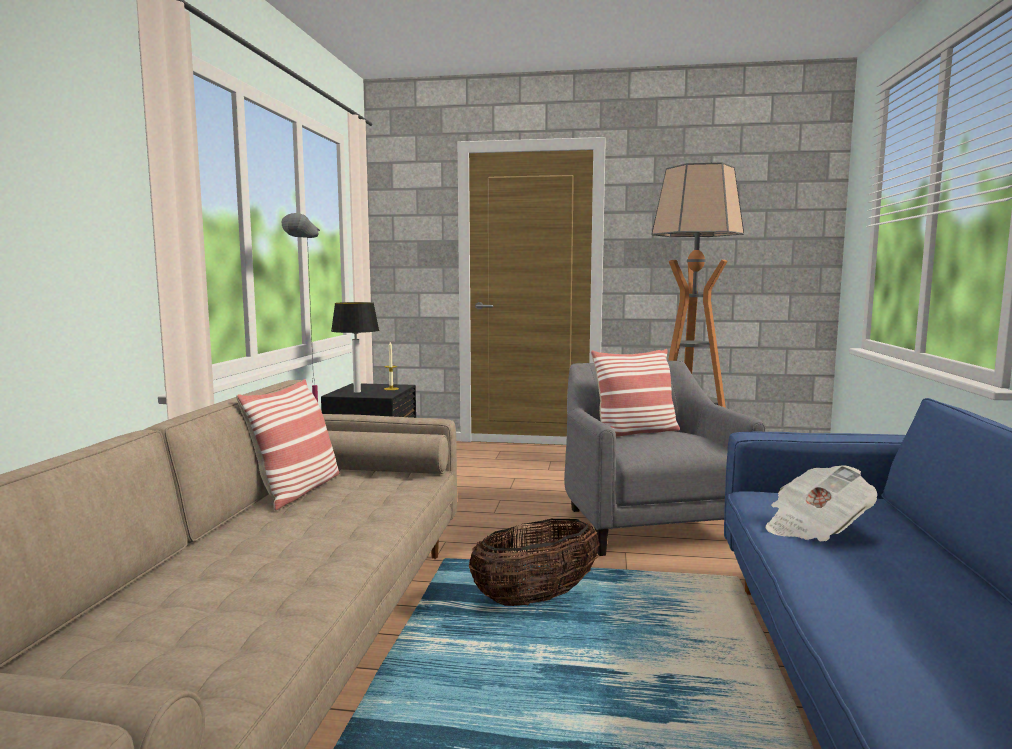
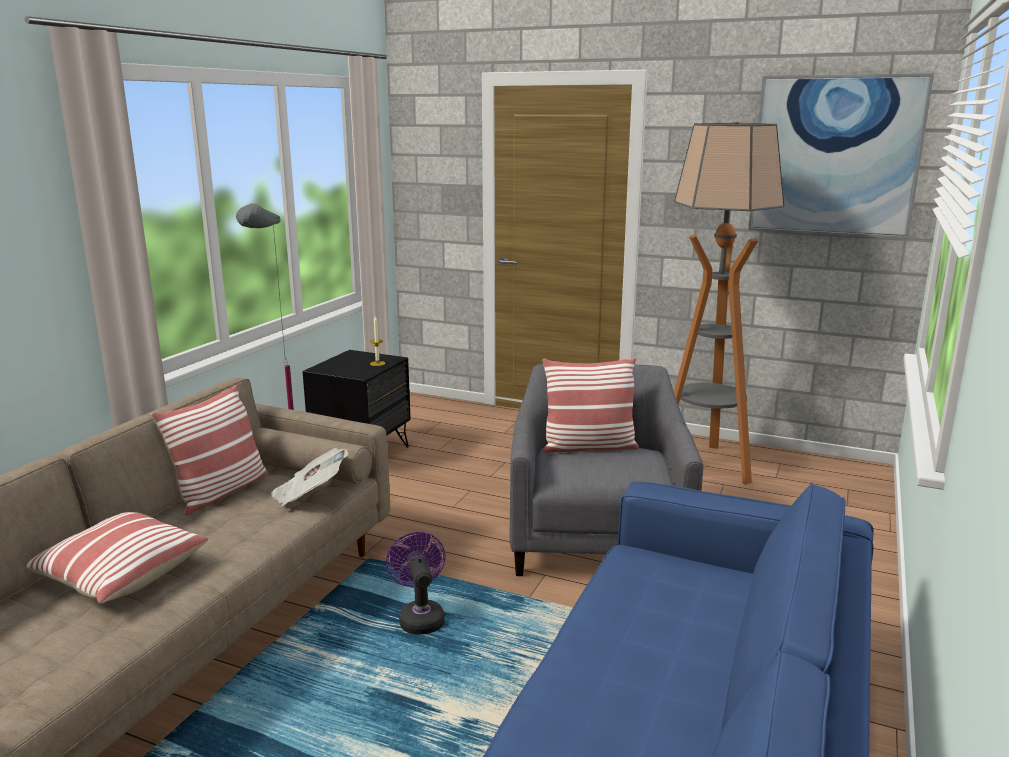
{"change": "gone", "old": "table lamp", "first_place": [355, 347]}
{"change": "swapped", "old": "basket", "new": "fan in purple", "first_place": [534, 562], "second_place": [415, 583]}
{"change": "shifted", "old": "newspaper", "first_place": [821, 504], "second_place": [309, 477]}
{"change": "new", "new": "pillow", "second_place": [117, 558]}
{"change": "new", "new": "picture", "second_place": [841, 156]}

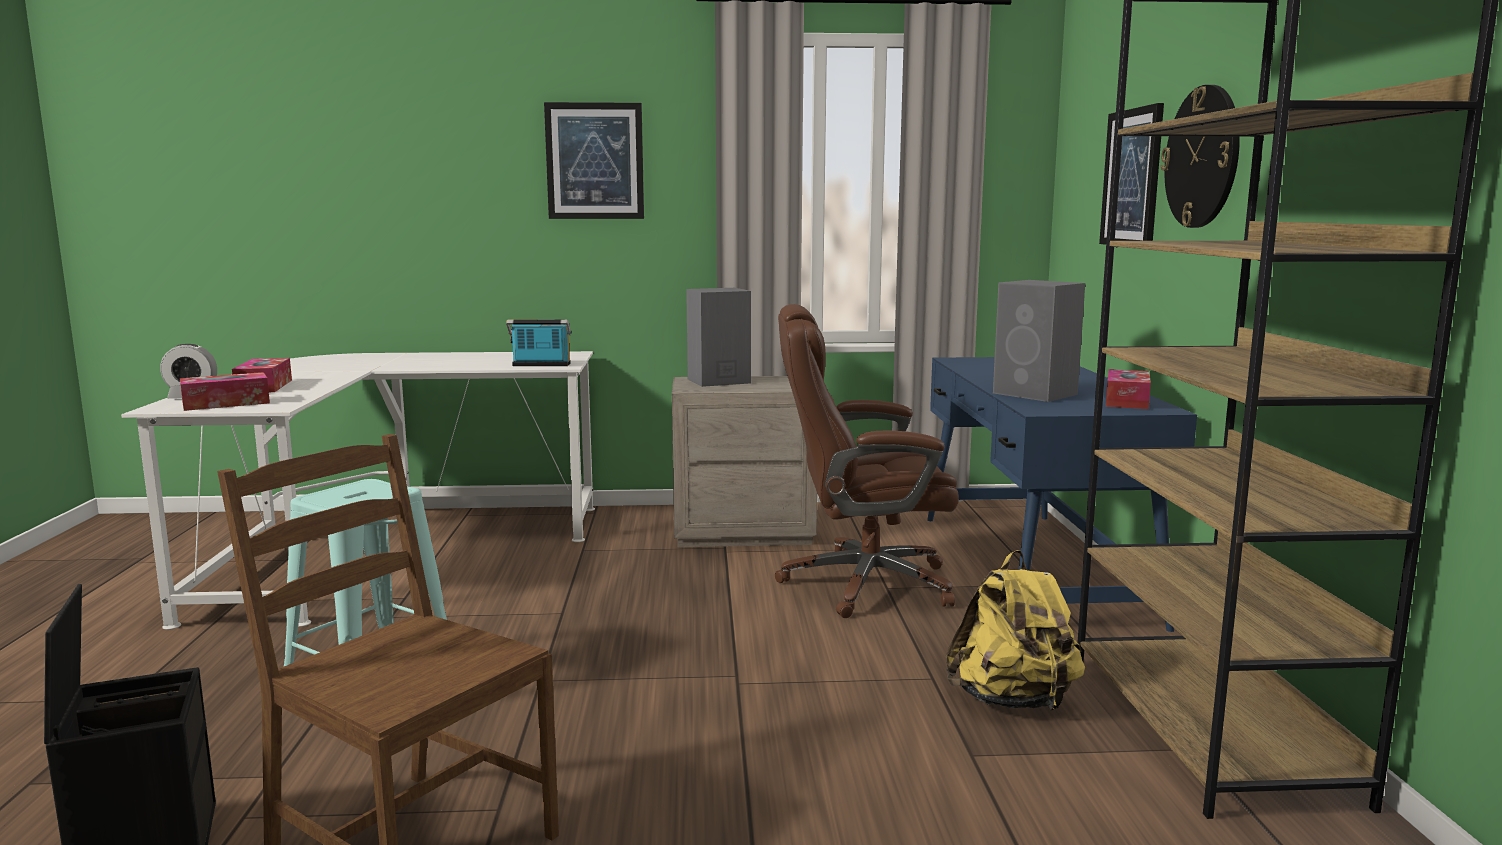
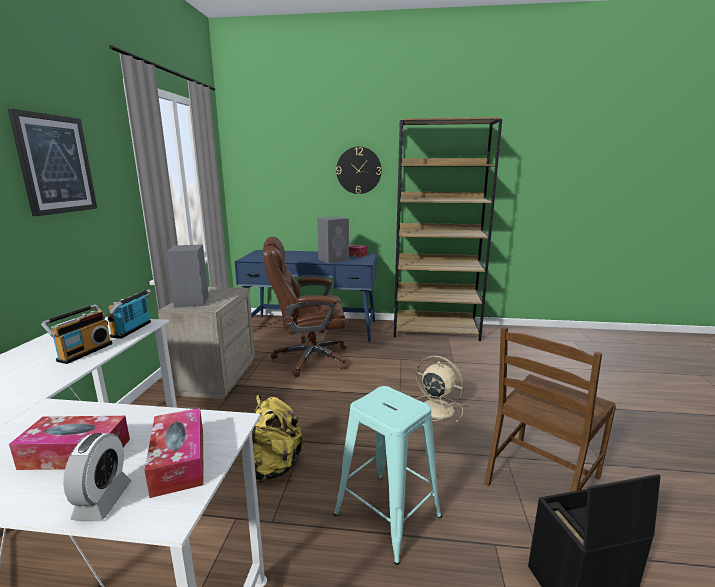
{"change": "rotated", "old": "office chair in brown", "first_place": [867, 461], "second_place": [305, 306], "degrees": 75}
{"change": "shifted", "old": "backpack in yellow", "first_place": [1015, 630], "second_place": [278, 439]}
{"change": "gone", "old": "picture", "first_place": [1131, 174]}
{"change": "new", "new": "radio", "second_place": [76, 334]}
{"change": "new", "new": "fan in beige", "second_place": [440, 389]}

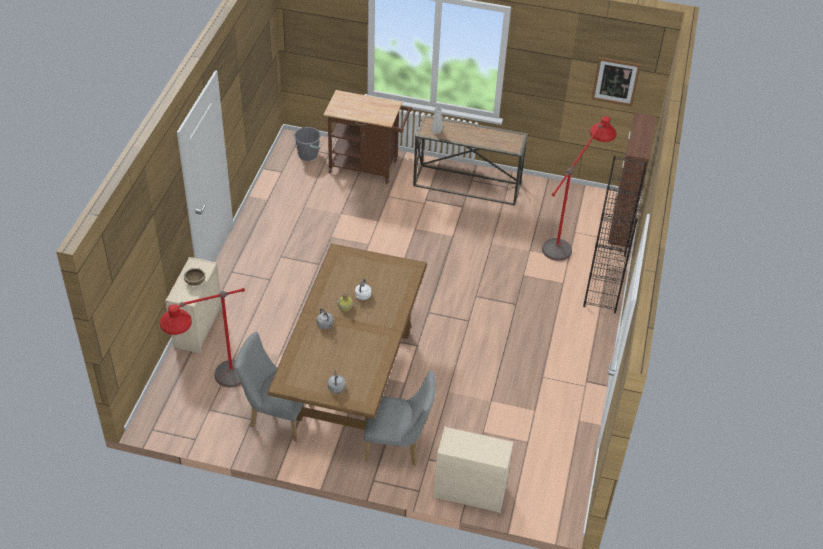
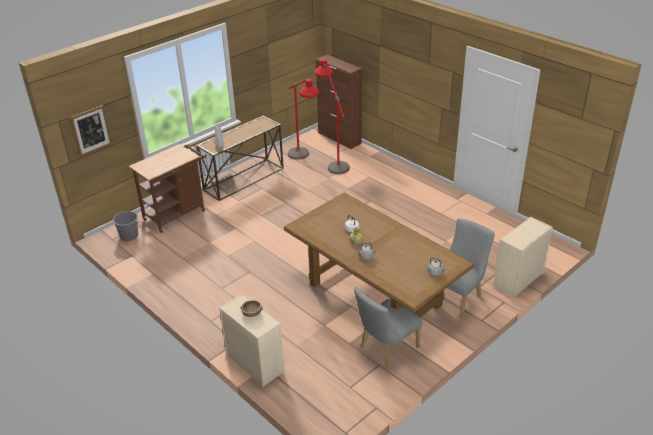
{"change": "shifted", "old": "floor lamp in red", "first_place": [202, 337], "second_place": [303, 119]}
{"change": "gone", "old": "bookcase in black", "first_place": [615, 235]}
{"change": "shifted", "old": "picture", "first_place": [616, 82], "second_place": [91, 131]}

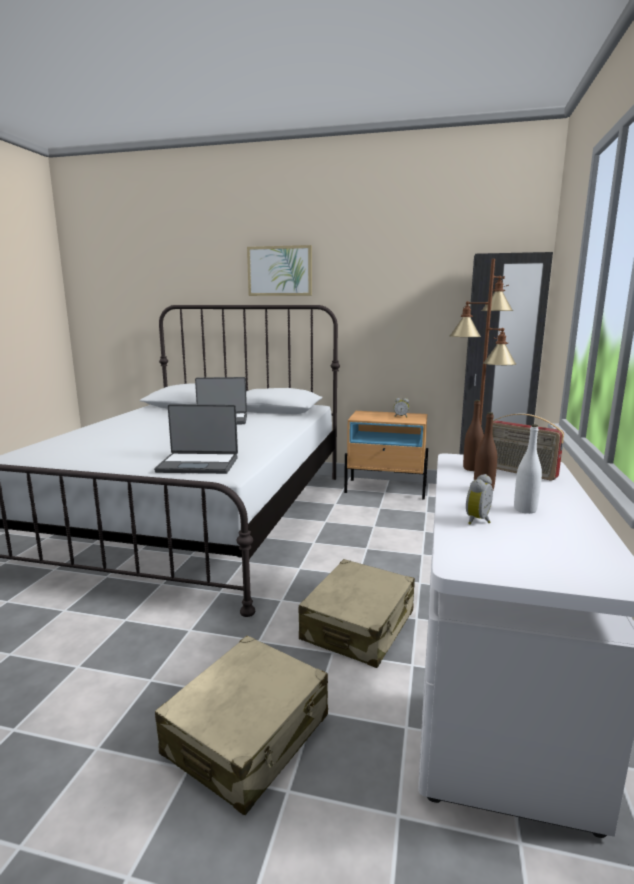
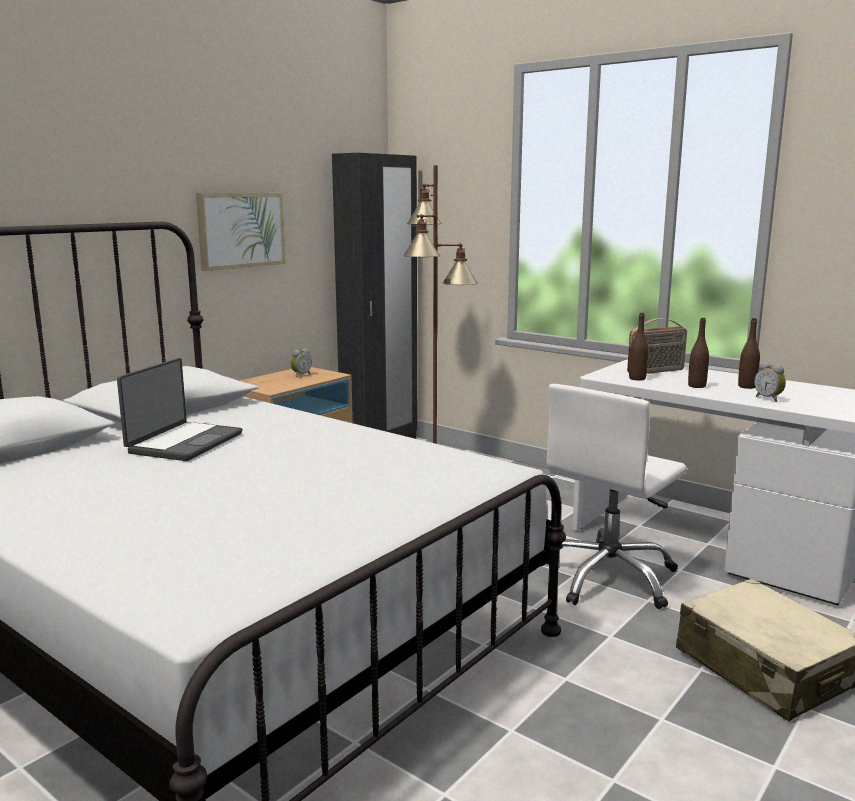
{"change": "gone", "old": "laptop", "first_place": [196, 439]}
{"change": "shifted", "old": "picture", "first_place": [279, 270], "second_place": [241, 232]}
{"change": "swapped", "old": "suitcase in beige", "new": "office chair in white", "first_place": [357, 613], "second_place": [617, 496]}
{"change": "repainted", "old": "bottle in white", "new": "bottle in brown", "first_place": [528, 469], "second_place": [749, 353]}

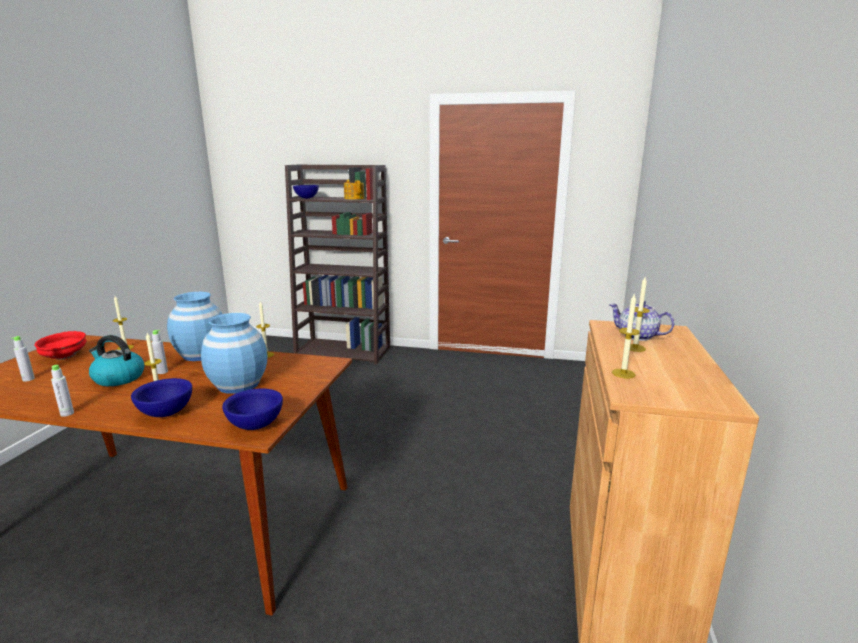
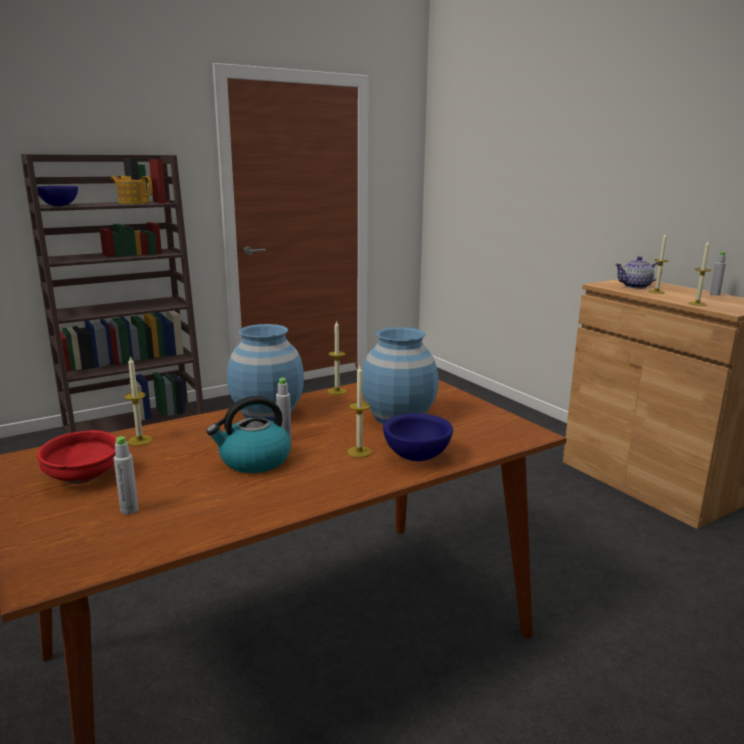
{"change": "shifted", "old": "bottle in grey", "first_place": [62, 391], "second_place": [718, 274]}
{"change": "gone", "old": "bowl in blue", "first_place": [252, 409]}

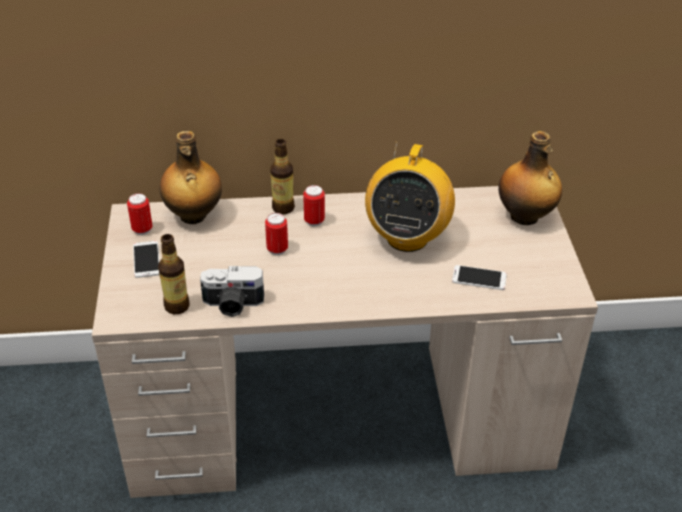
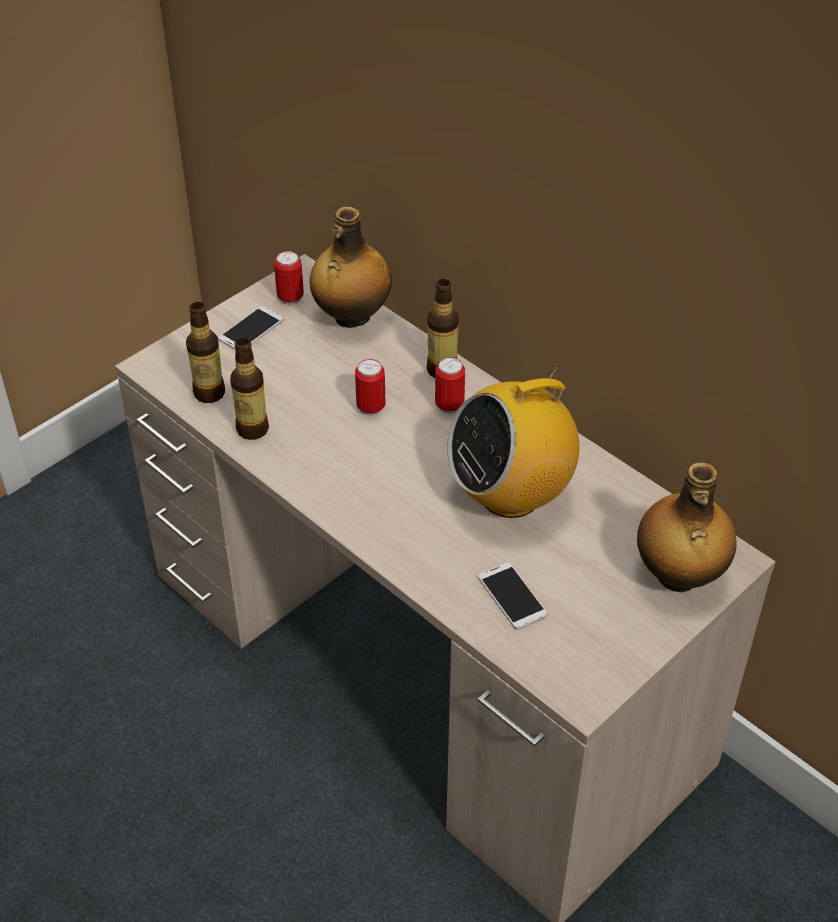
{"change": "swapped", "old": "photo camera", "new": "bottle", "first_place": [232, 291], "second_place": [249, 388]}

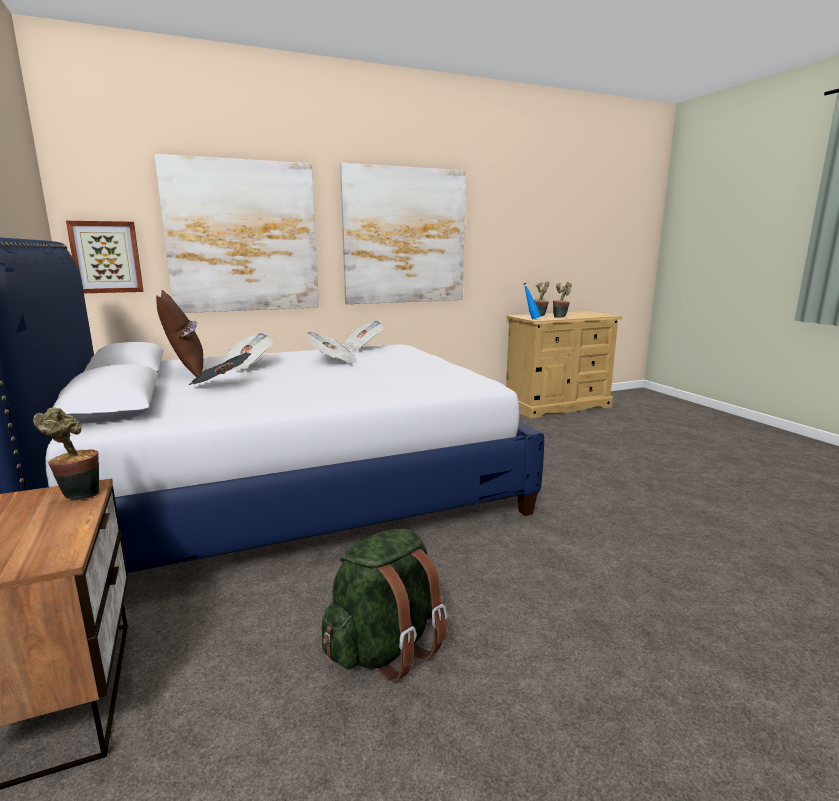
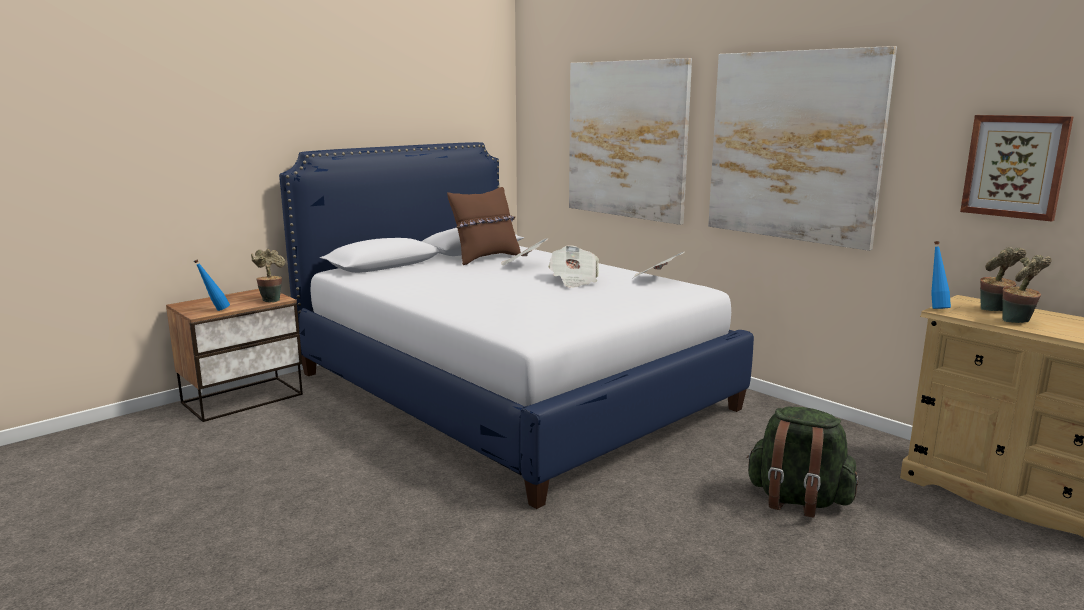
{"change": "shifted", "old": "picture", "first_place": [105, 257], "second_place": [1016, 168]}
{"change": "gone", "old": "newspaper", "first_place": [219, 368]}
{"change": "shifted", "old": "backpack in green", "first_place": [384, 605], "second_place": [802, 462]}
{"change": "new", "new": "bottle in blue", "second_place": [212, 285]}

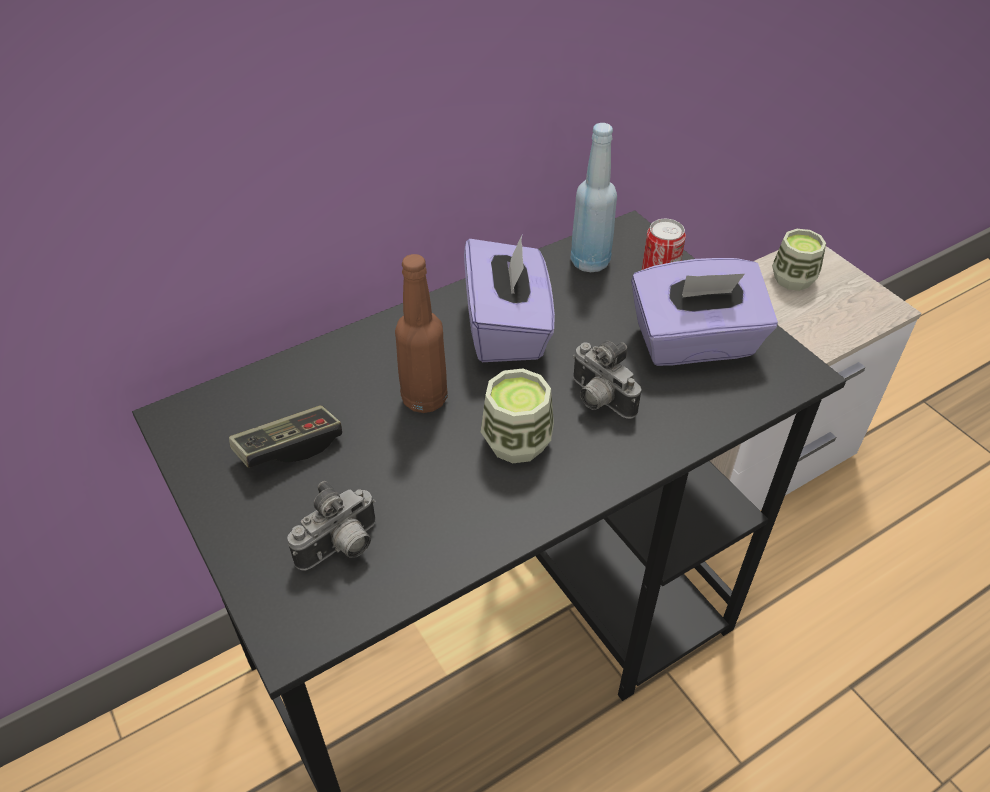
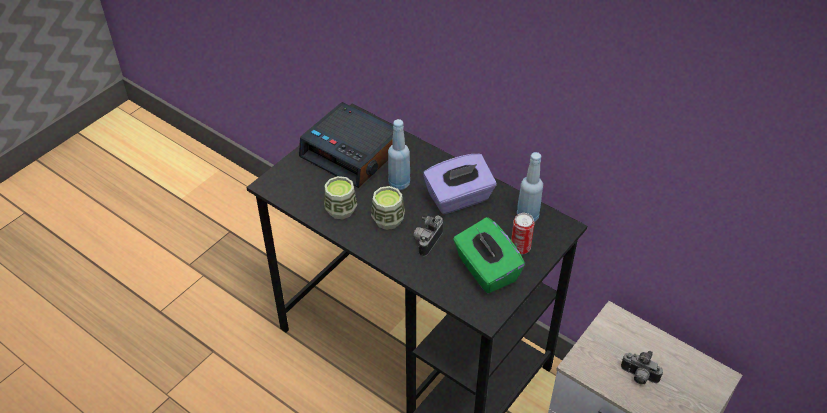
{"change": "swapped", "old": "game controller", "new": "alarm clock", "first_place": [285, 436], "second_place": [346, 145]}
{"change": "shifted", "old": "photo camera", "first_place": [331, 525], "second_place": [642, 368]}
{"change": "repainted", "old": "bottle in brown", "new": "bottle in blue", "first_place": [421, 333], "second_place": [399, 154]}
{"change": "repainted", "old": "tissue box in purple", "new": "tissue box in green", "first_place": [704, 312], "second_place": [489, 255]}
{"change": "shifted", "old": "cup", "first_place": [799, 260], "second_place": [340, 197]}

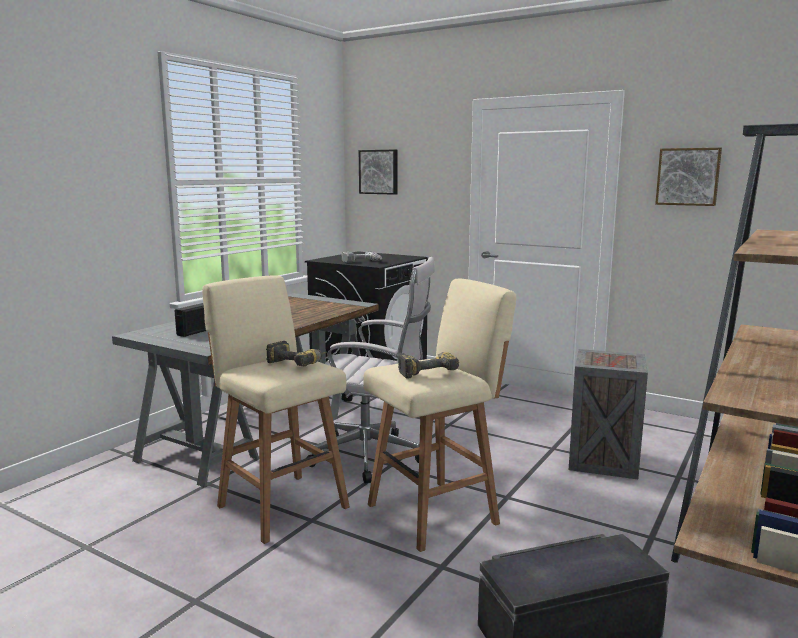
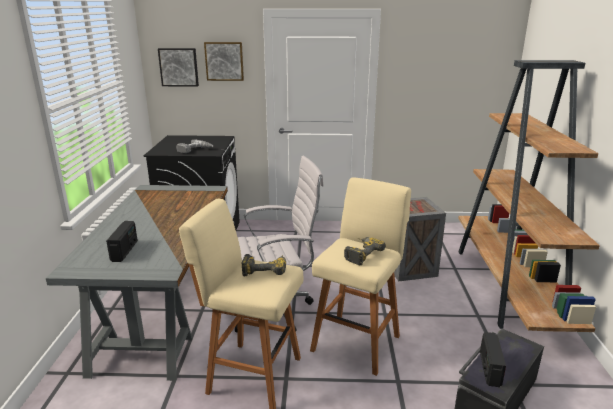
{"change": "shifted", "old": "picture", "first_place": [688, 177], "second_place": [224, 61]}
{"change": "new", "new": "radio", "second_place": [493, 359]}

